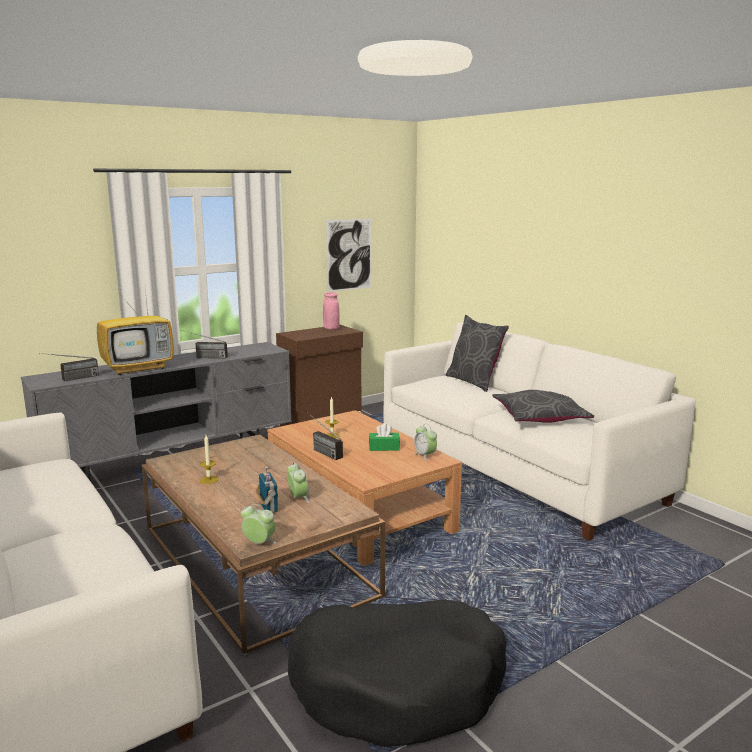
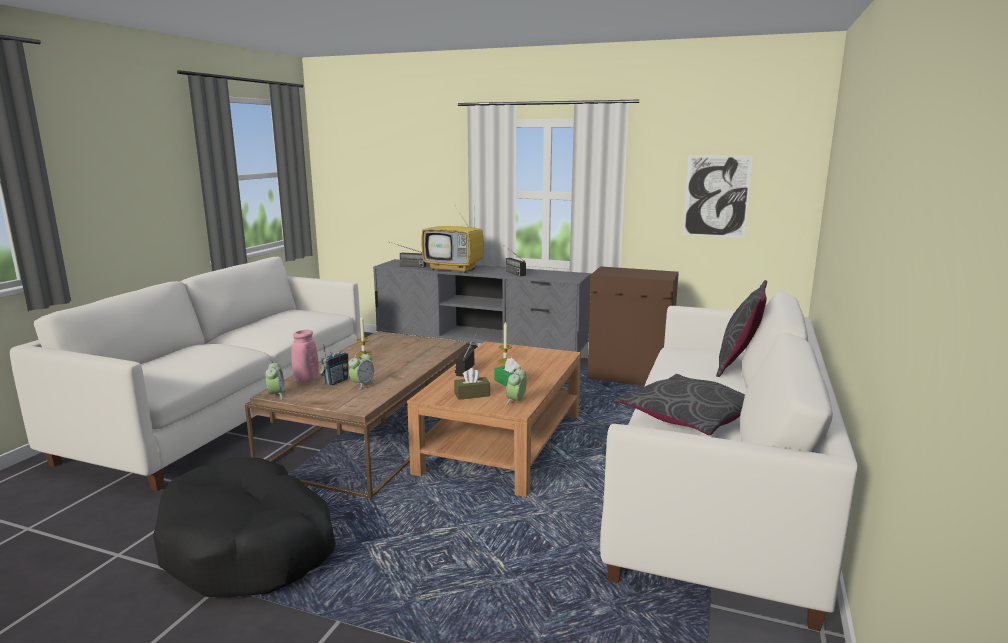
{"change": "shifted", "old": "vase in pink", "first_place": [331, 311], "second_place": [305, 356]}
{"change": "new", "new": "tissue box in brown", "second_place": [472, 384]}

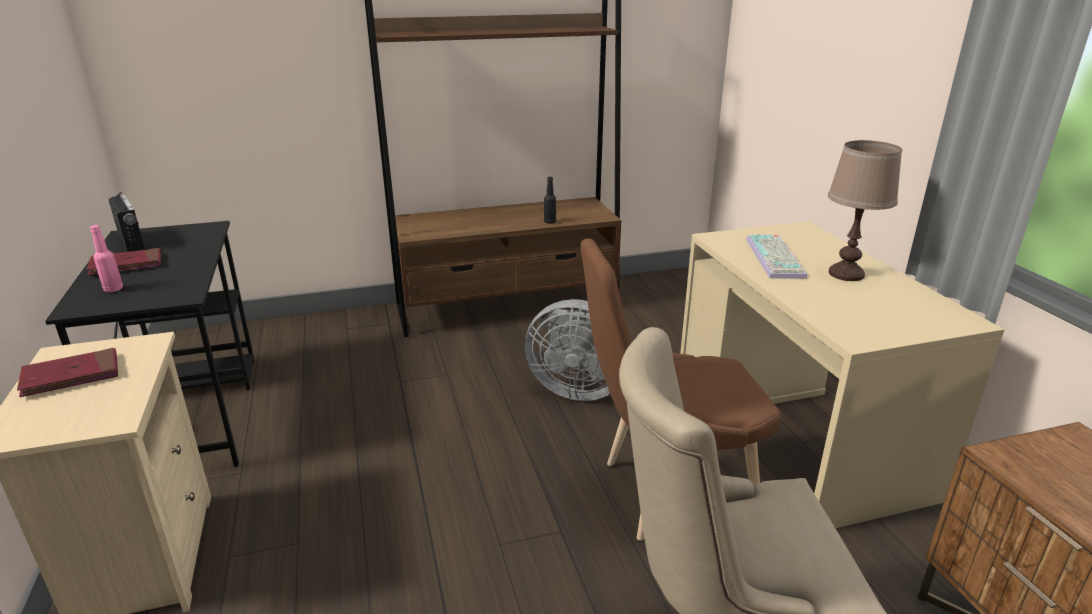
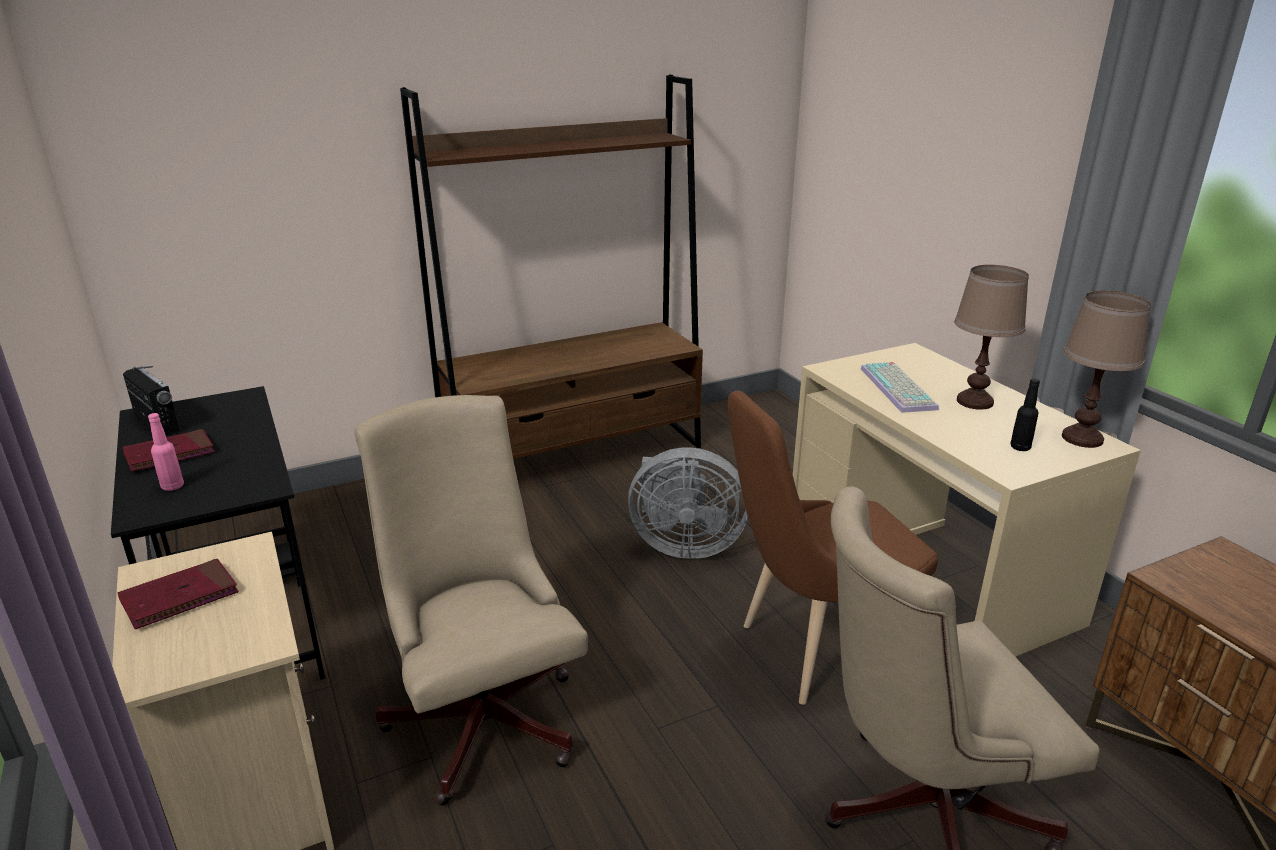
{"change": "shifted", "old": "bottle in black", "first_place": [550, 200], "second_place": [1025, 415]}
{"change": "new", "new": "office chair in beige", "second_place": [471, 600]}
{"change": "new", "new": "table lamp in brown", "second_place": [1106, 369]}

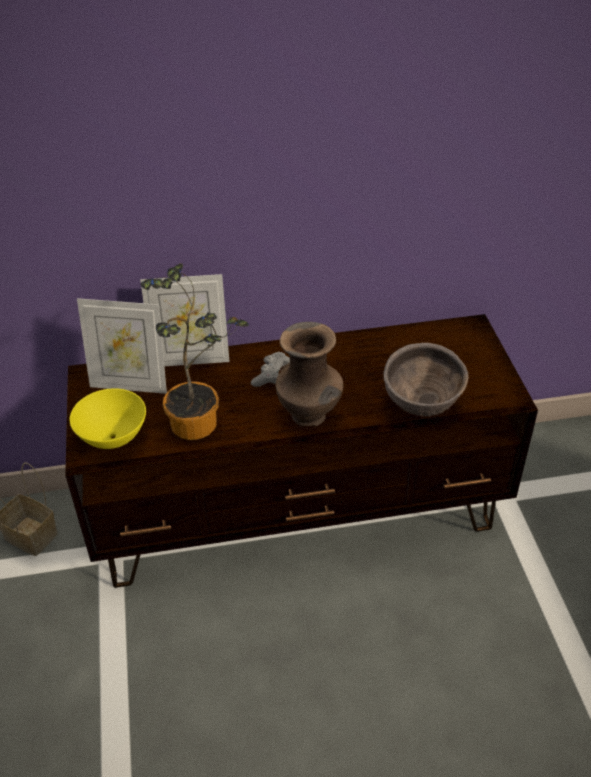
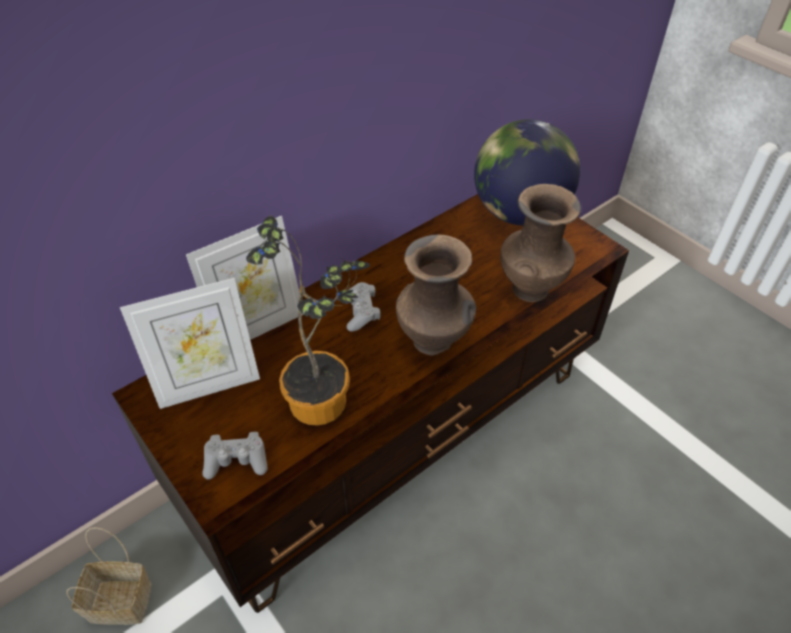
{"change": "swapped", "old": "bowl in yellow", "new": "game controller in grey", "first_place": [108, 418], "second_place": [235, 455]}
{"change": "swapped", "old": "bowl in brown", "new": "vase in brown", "first_place": [426, 380], "second_place": [540, 243]}
{"change": "new", "new": "globe", "second_place": [527, 172]}

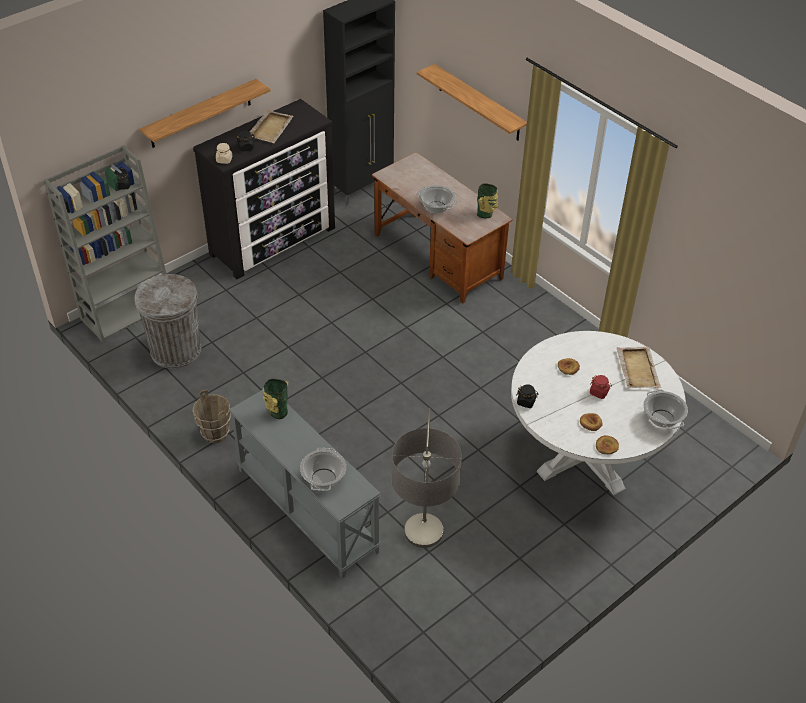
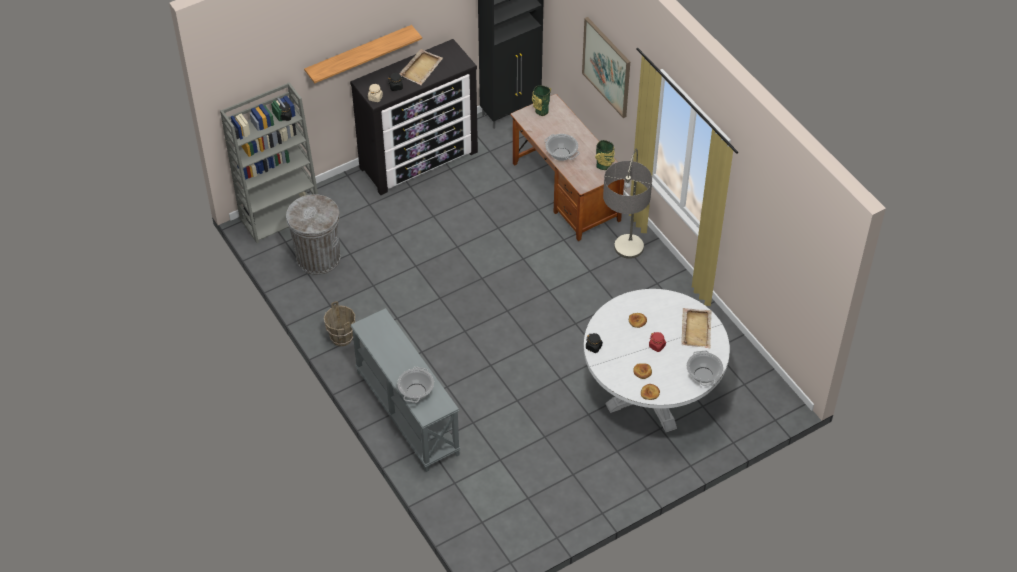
{"change": "shifted", "old": "vase", "first_place": [275, 399], "second_place": [541, 100]}
{"change": "shifted", "old": "floor lamp", "first_place": [427, 478], "second_place": [627, 203]}
{"change": "swapped", "old": "shelf", "new": "picture", "first_place": [472, 102], "second_place": [606, 67]}

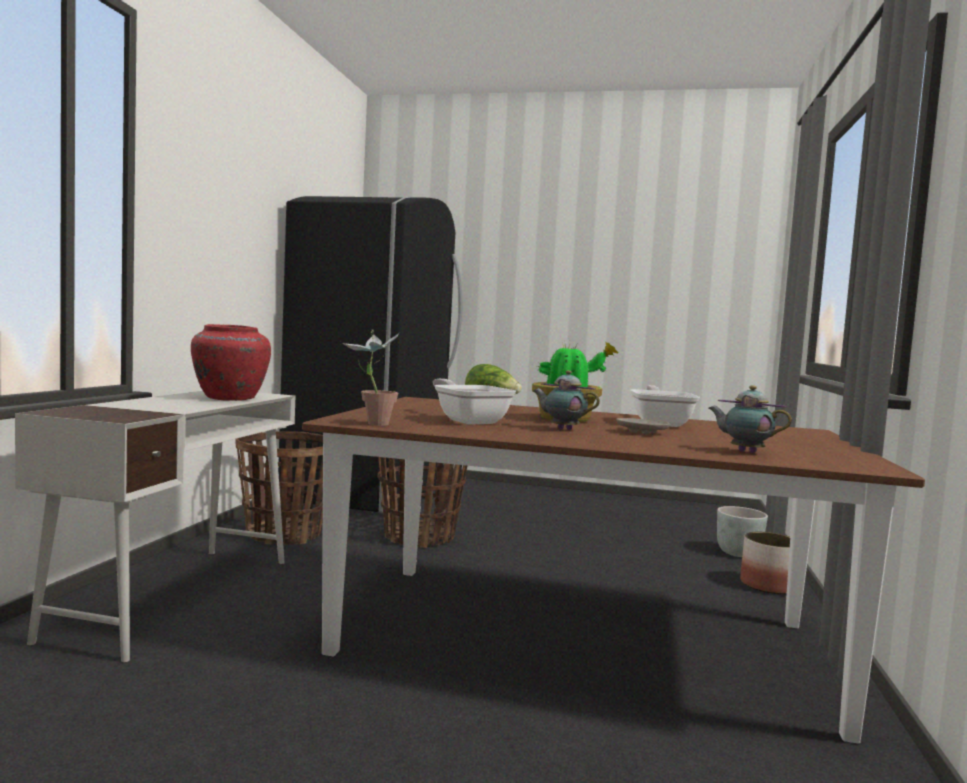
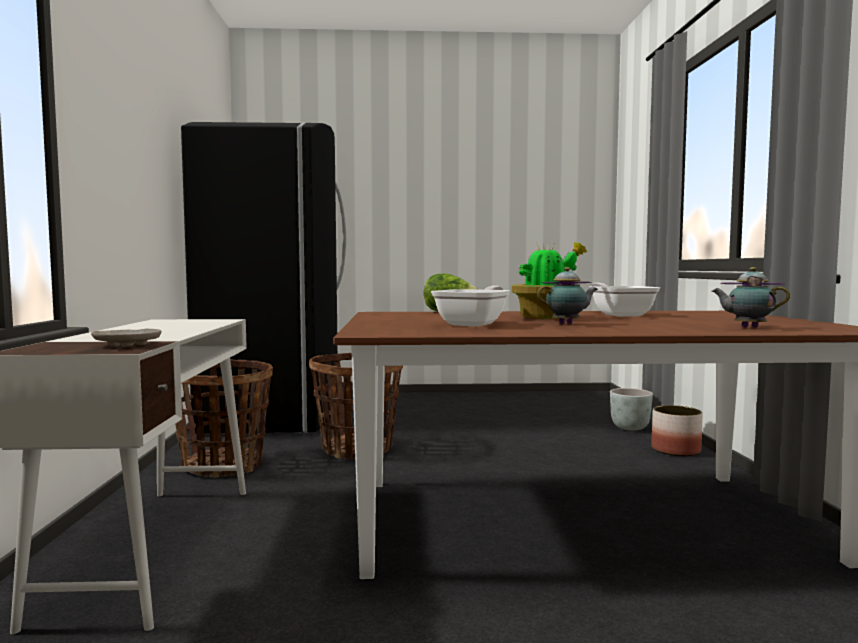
{"change": "gone", "old": "vase in red", "first_place": [231, 362]}
{"change": "gone", "old": "potted plant", "first_place": [370, 378]}
{"change": "rotated", "old": "frying pan", "first_place": [474, 402], "second_place": [470, 306], "degrees": 75}
{"change": "rotated", "old": "teapot", "first_place": [566, 400], "second_place": [567, 295], "degrees": 150}
{"change": "shifted", "old": "plate in beige", "first_place": [643, 426], "second_place": [126, 338]}

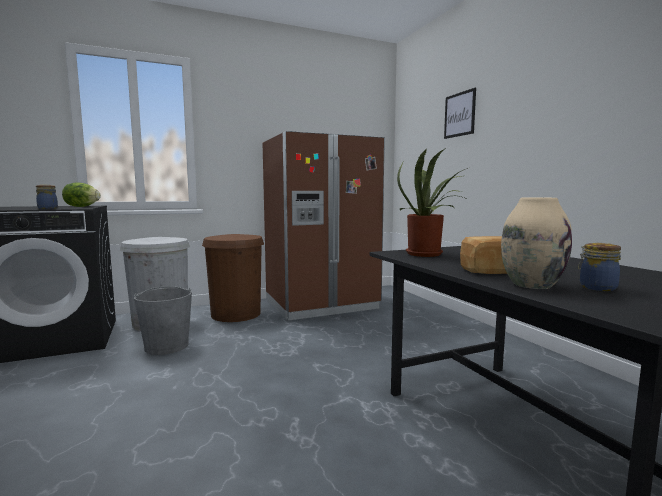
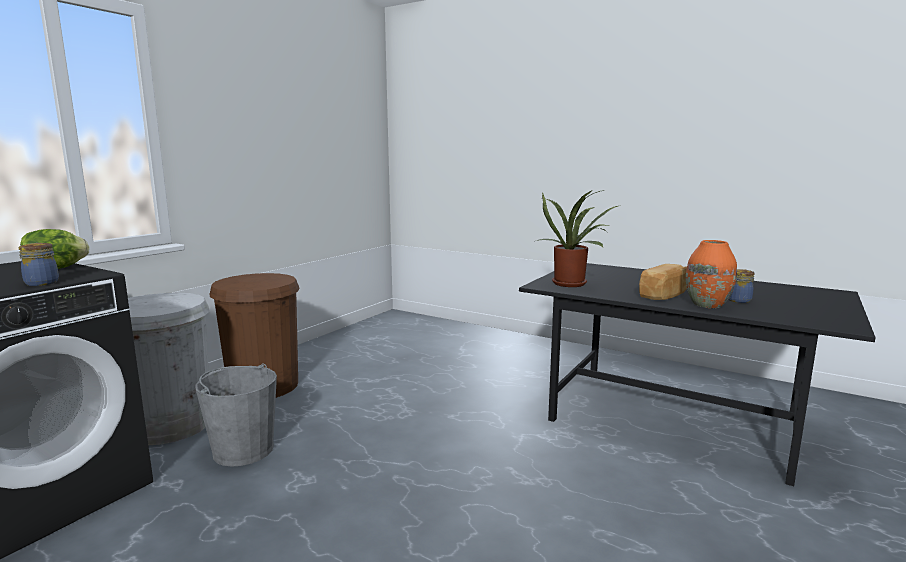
{"change": "gone", "old": "fridge in brown", "first_place": [324, 225]}
{"change": "gone", "old": "picture", "first_place": [460, 113]}
{"change": "repainted", "old": "vase in beige", "new": "vase in orange", "first_place": [536, 243], "second_place": [711, 274]}

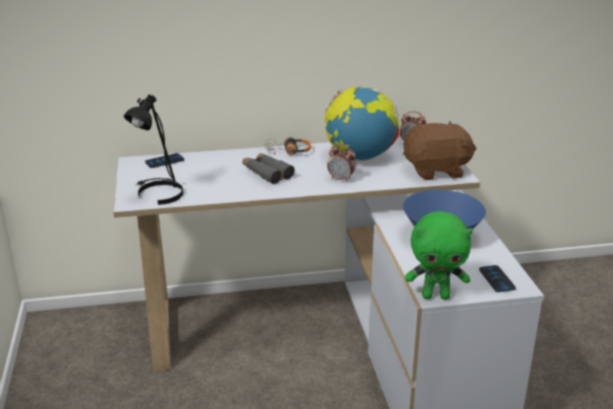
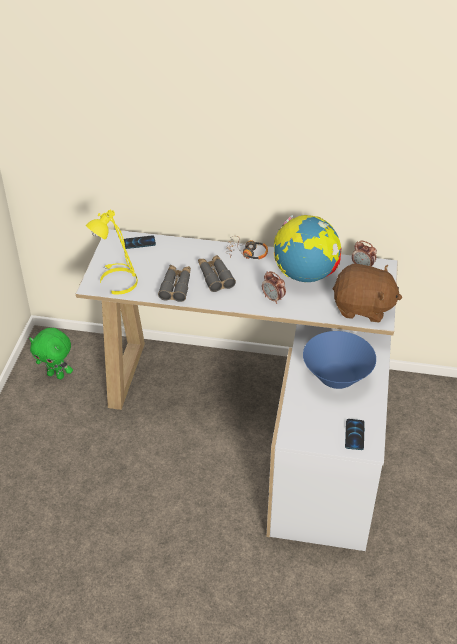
{"change": "repainted", "old": "table lamp in black", "new": "table lamp in yellow", "first_place": [153, 150], "second_place": [112, 252]}
{"change": "shifted", "old": "plush toy in green", "first_place": [439, 255], "second_place": [51, 353]}
{"change": "new", "new": "binoculars in grey", "second_place": [174, 283]}

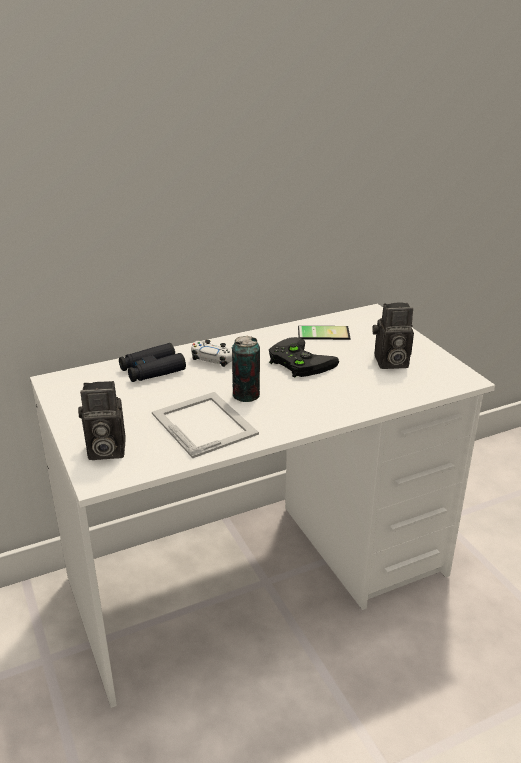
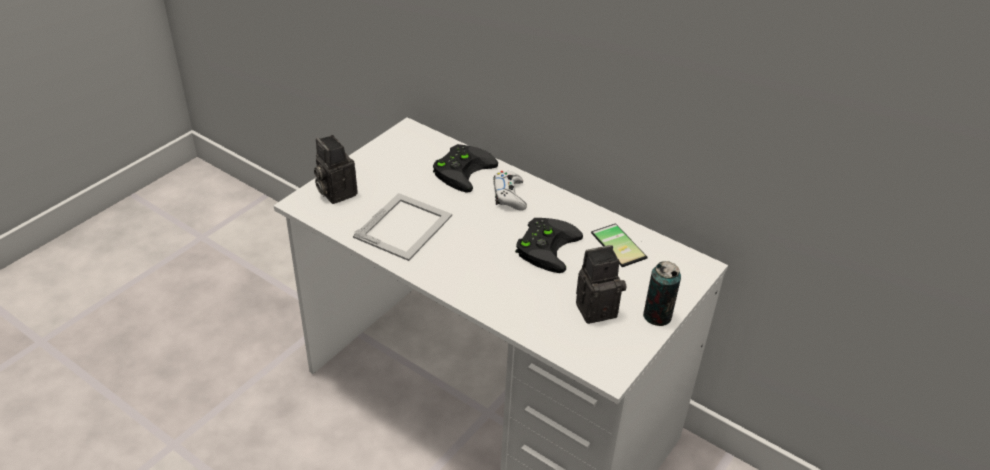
{"change": "swapped", "old": "binoculars in black", "new": "game controller in black", "first_place": [152, 362], "second_place": [465, 168]}
{"change": "shifted", "old": "can", "first_place": [246, 369], "second_place": [662, 293]}
{"change": "rotated", "old": "photo camera", "first_place": [393, 336], "second_place": [601, 284], "degrees": 105}

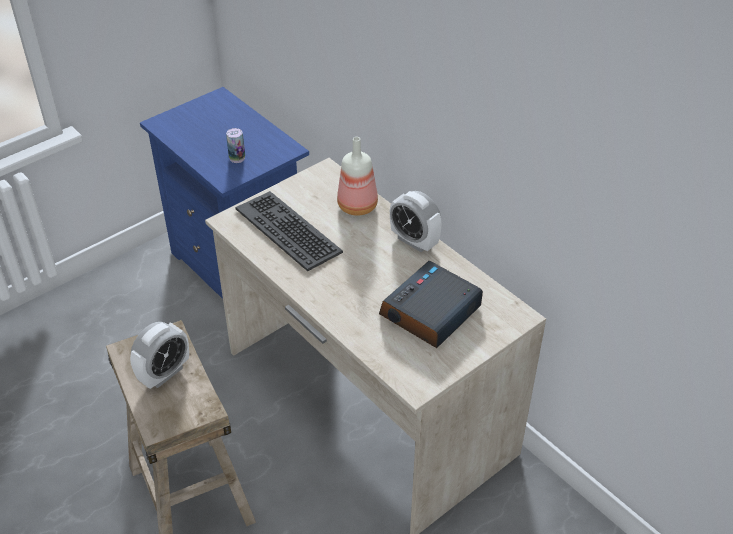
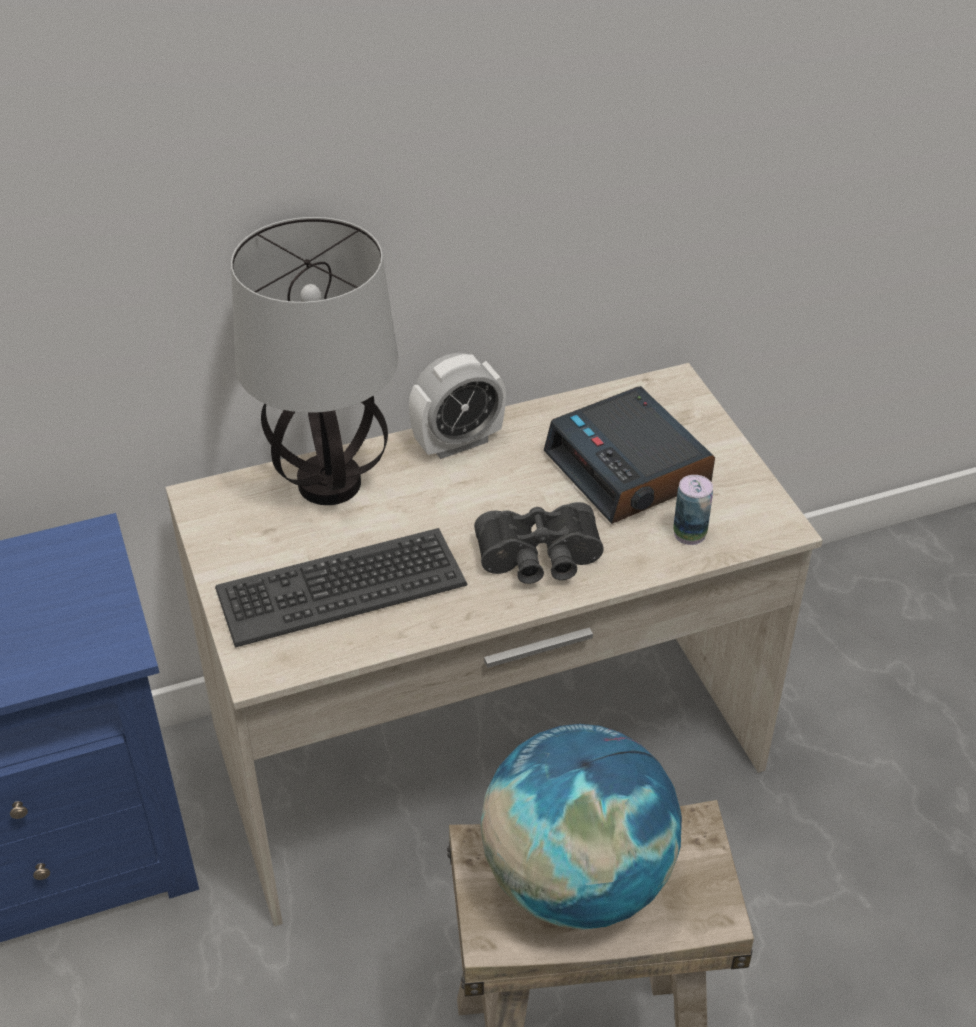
{"change": "swapped", "old": "alarm clock", "new": "globe", "first_place": [159, 355], "second_place": [581, 827]}
{"change": "shifted", "old": "can", "first_place": [235, 145], "second_place": [693, 510]}
{"change": "swapped", "old": "bottle", "new": "table lamp", "first_place": [357, 176], "second_place": [314, 361]}
{"change": "new", "new": "binoculars in black", "second_place": [539, 543]}

